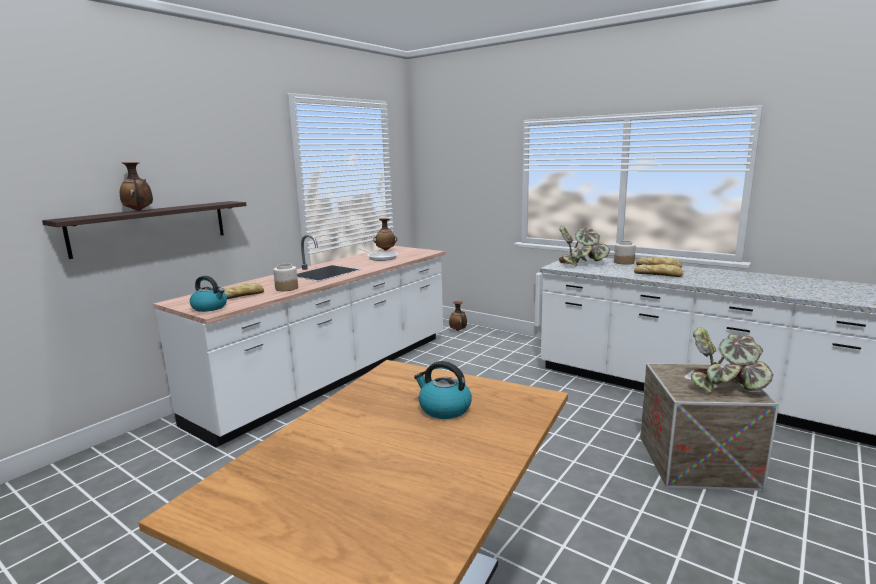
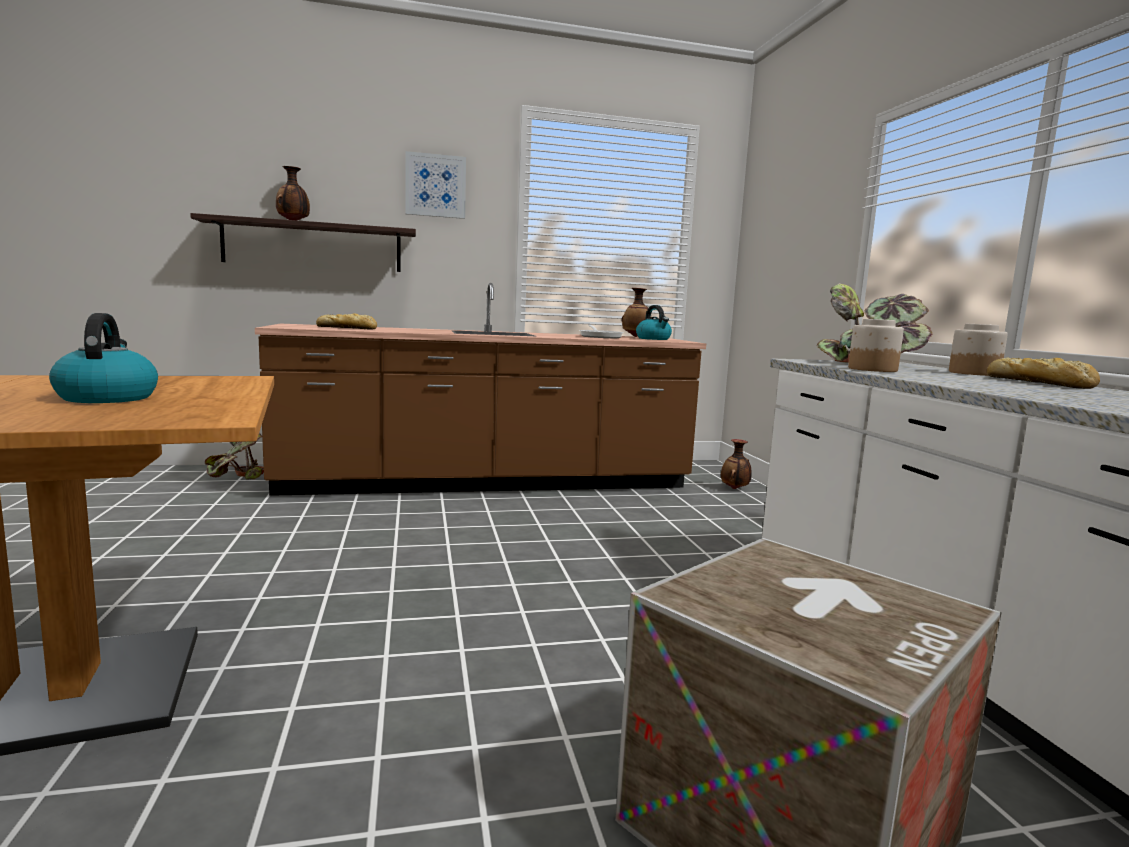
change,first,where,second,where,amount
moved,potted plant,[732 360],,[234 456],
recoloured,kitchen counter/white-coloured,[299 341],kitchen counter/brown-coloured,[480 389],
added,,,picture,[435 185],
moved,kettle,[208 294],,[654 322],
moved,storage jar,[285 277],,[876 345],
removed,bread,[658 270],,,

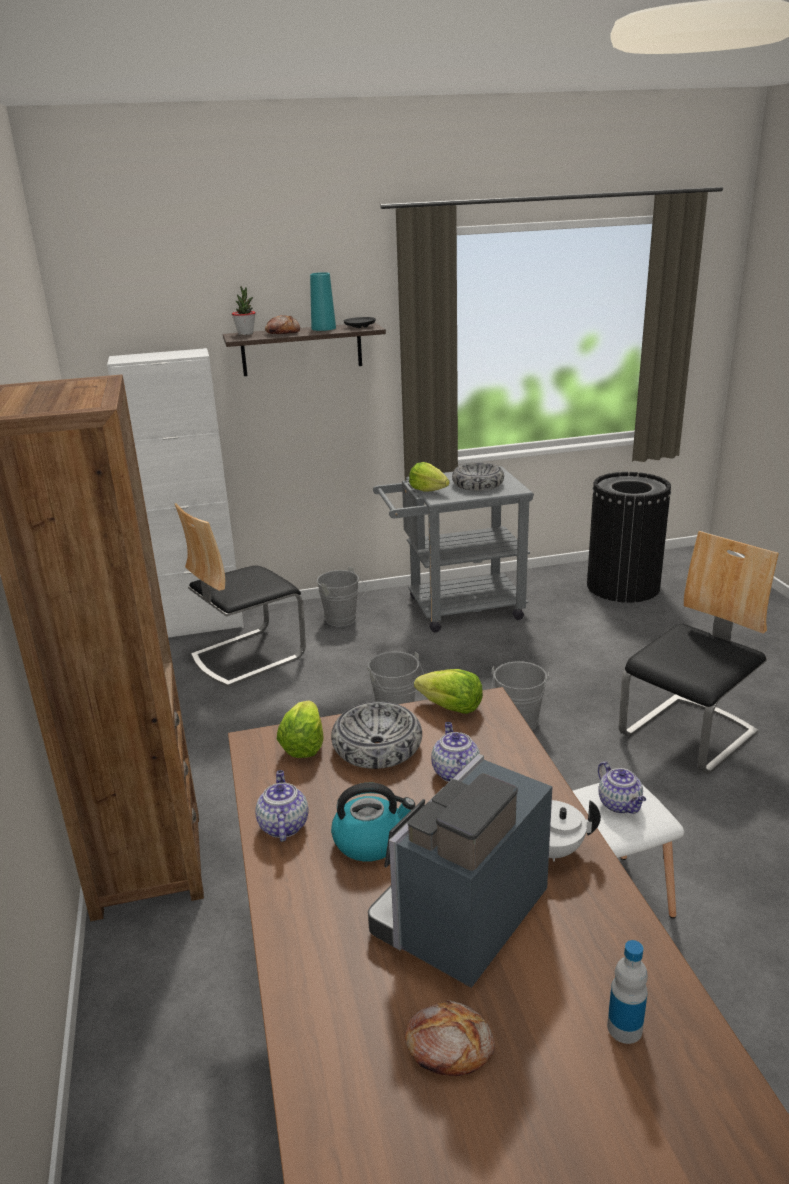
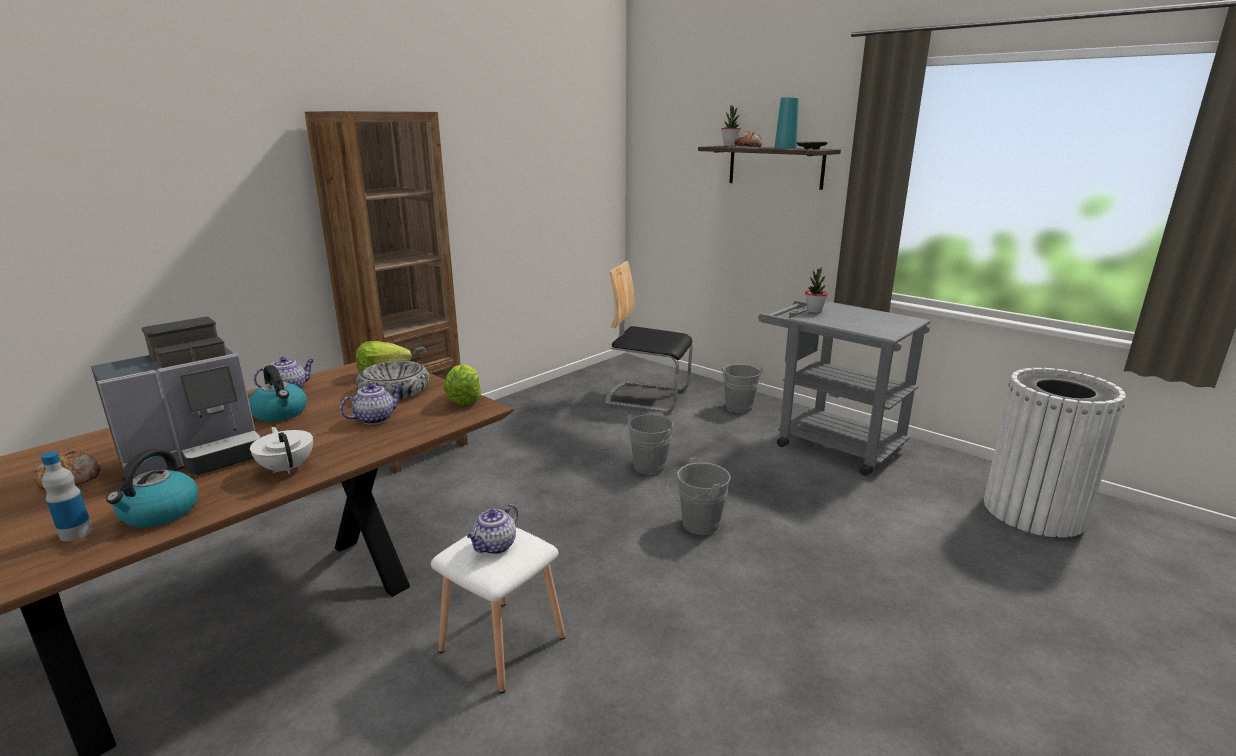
change,first,where,second,where,amount
turned,coffee brewer,[460 871],,[176 397],135 degrees clockwise
added,,,kettle,[152 488],
replaced,lettuce head,[429 476],potted plant,[816 290],
recoloured,waste bin/black,[629 537],waste bin/white-coloured,[1055 453],
removed,cabinet/white-coloured,[175 493],,,
removed,deep dish,[478 476],,,
removed,plain chair,[699 652],,,

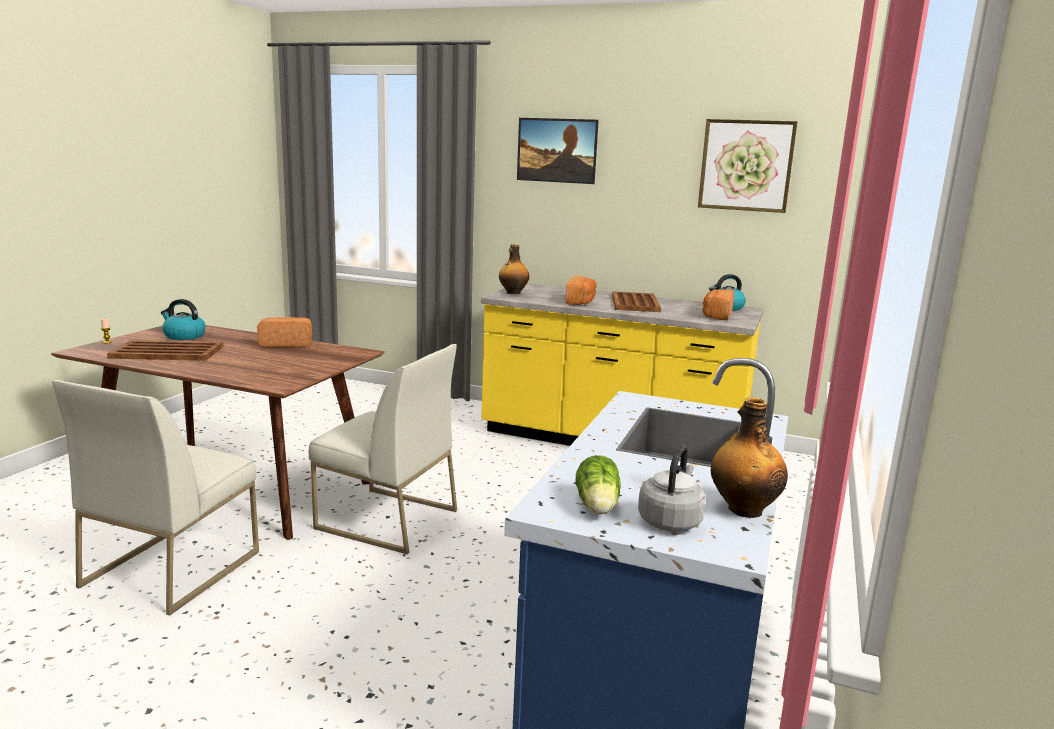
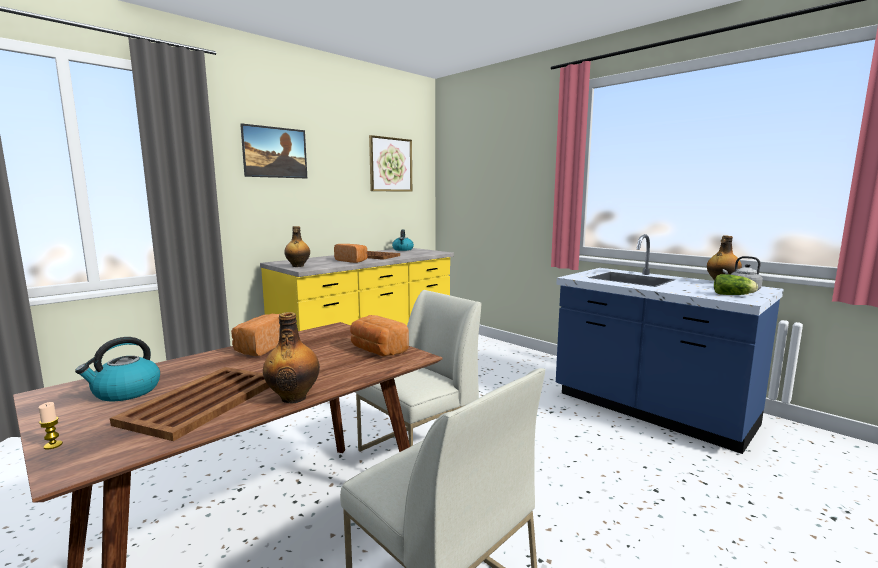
change,first,where,second,where,amount
added,,,bottle,[291 358],
moved,bread,[718 304],,[379 335],

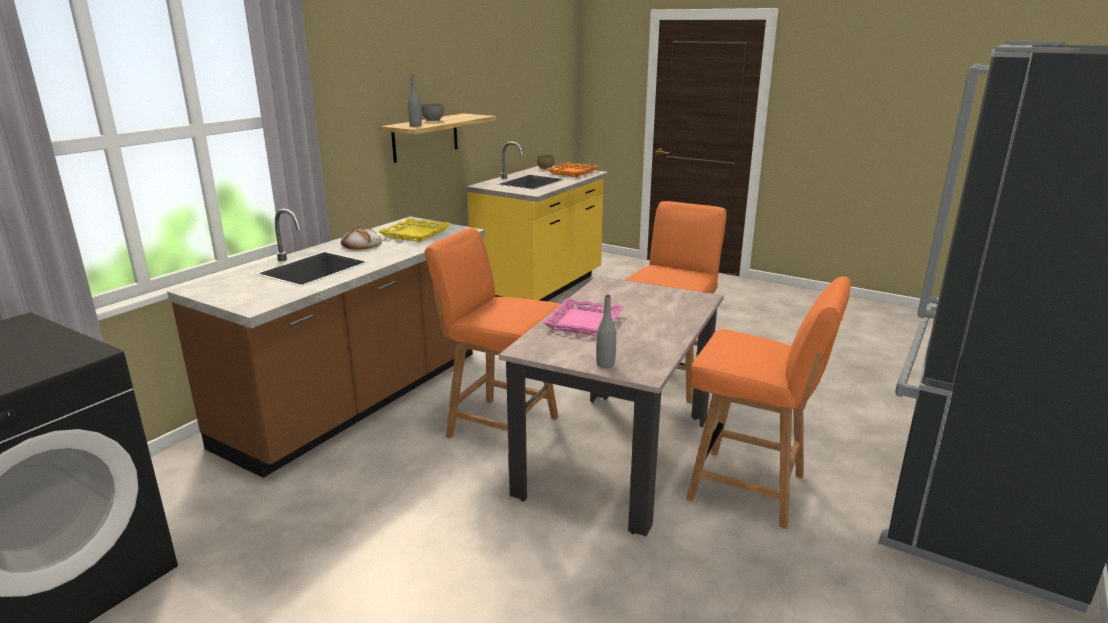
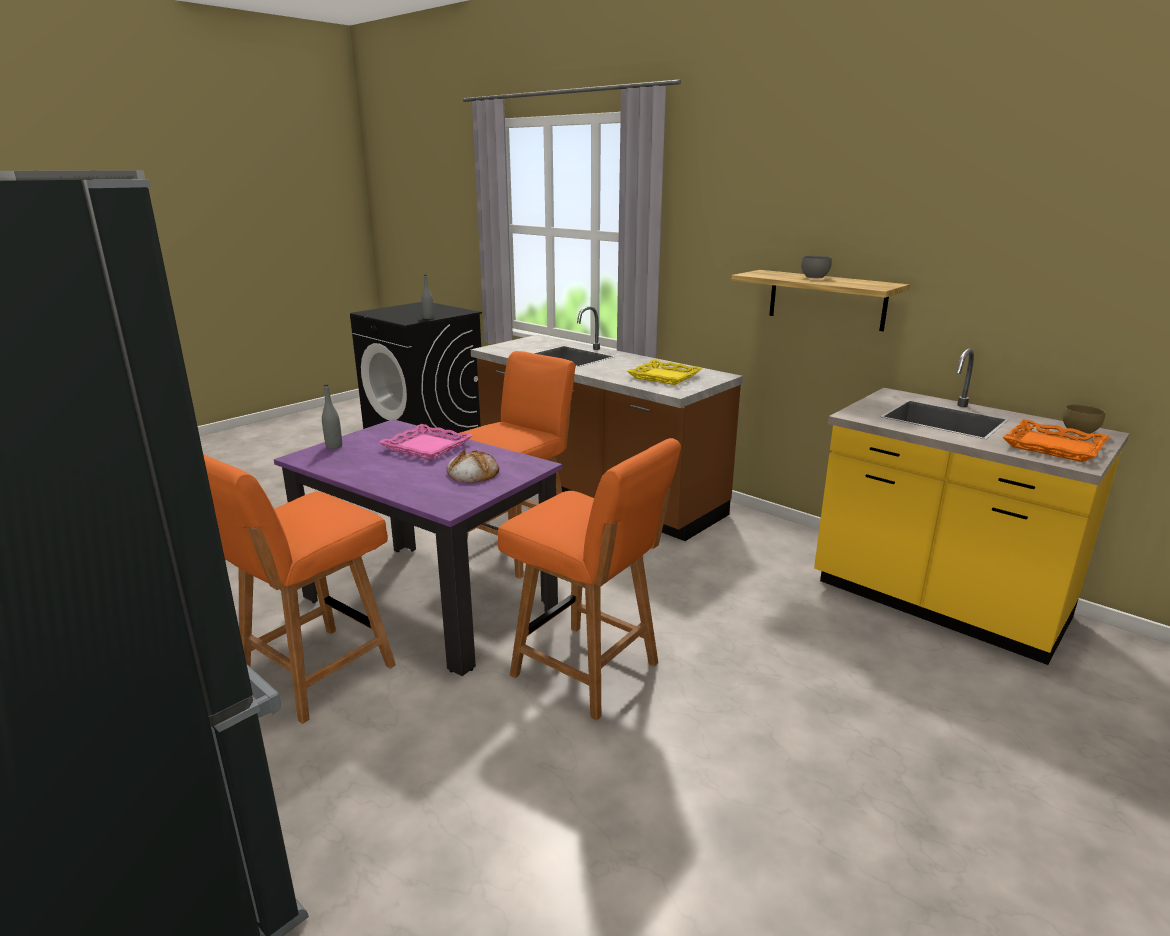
change,first,where,second,where,amount
recoloured,dining table/beige,[611 406],dining table/purple-coloured,[418 547],
moved,bottle/grey,[415 101],,[428 296],
moved,bread,[361 238],,[473 466],

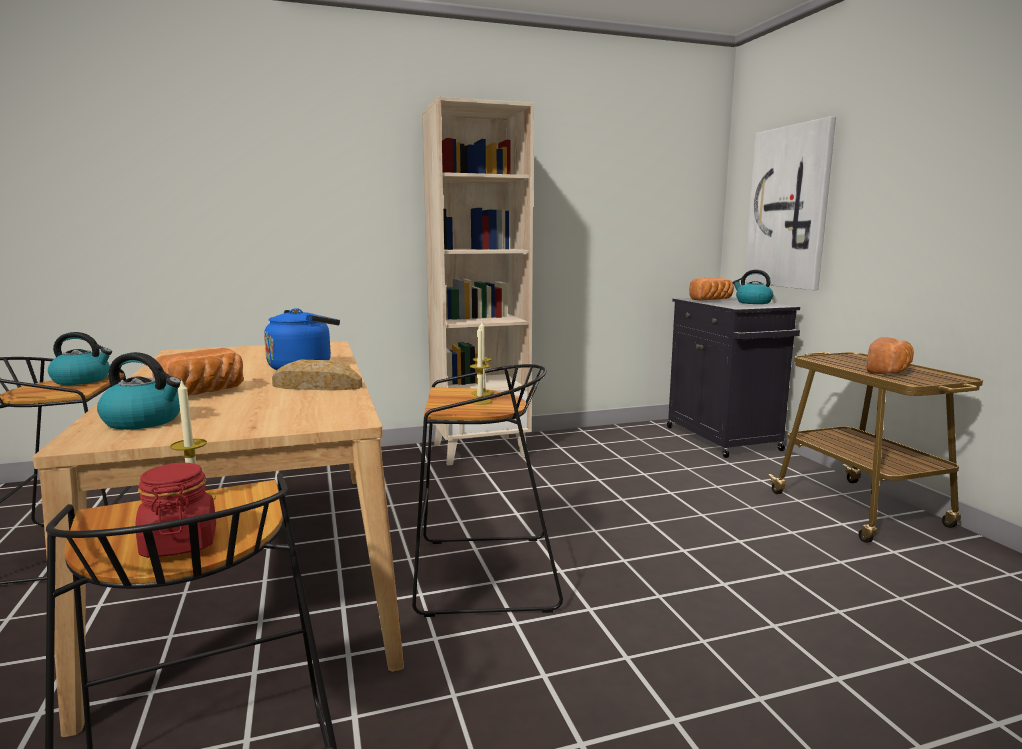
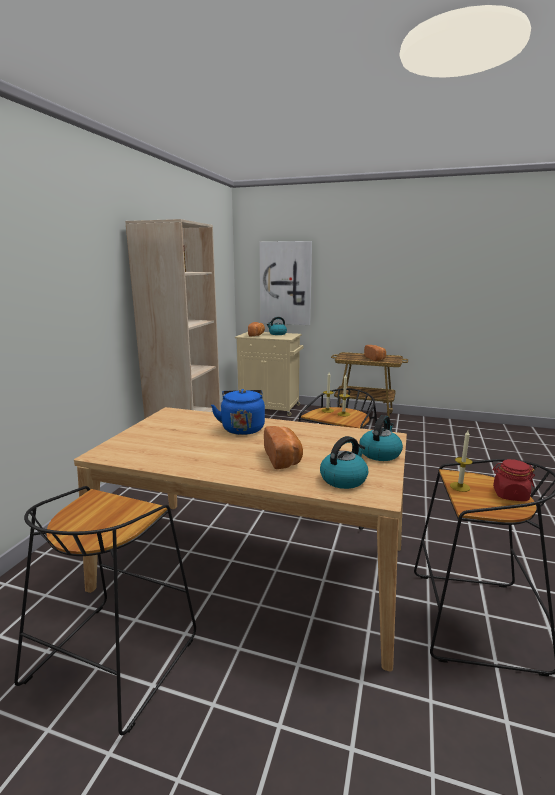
change,first,where,second,where,amount
recoloured,cabinet/black,[733 377],cabinet/beige,[269 374],
moved,kettle,[80 358],,[381 438],
removed,bread,[317 375],,,

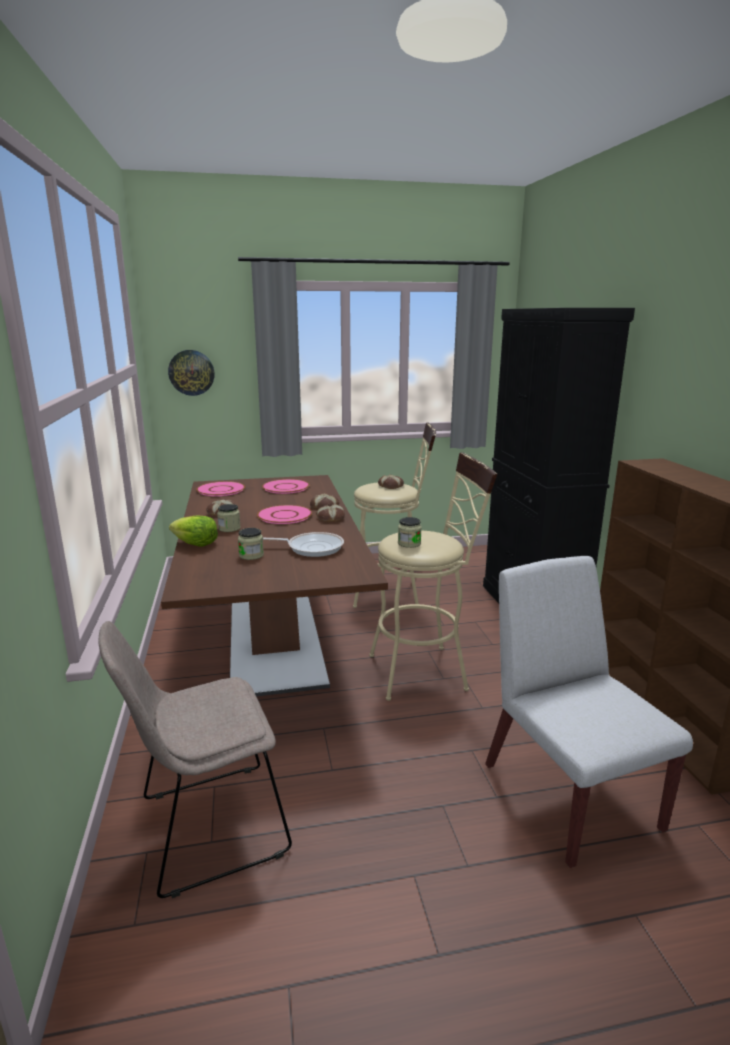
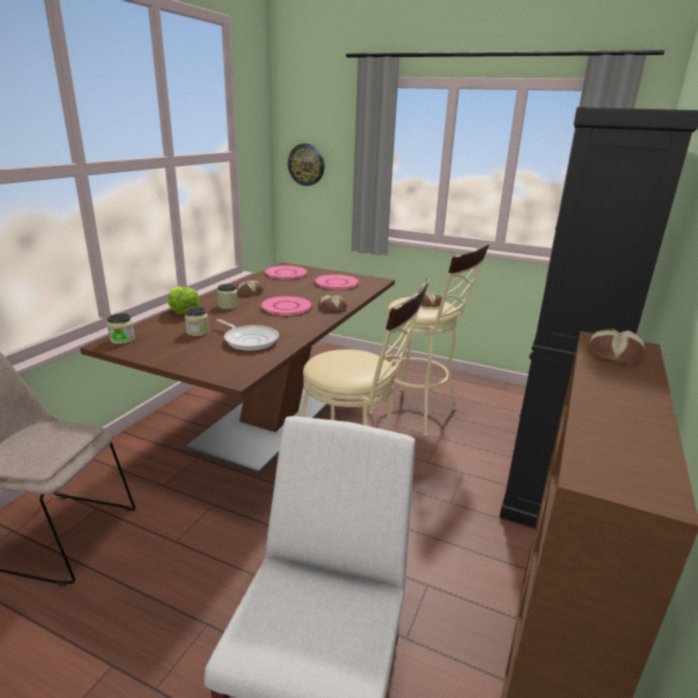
change,first,where,second,where,amount
moved,storage jar,[410 532],,[121 328],
moved,bread,[330 513],,[616 346],

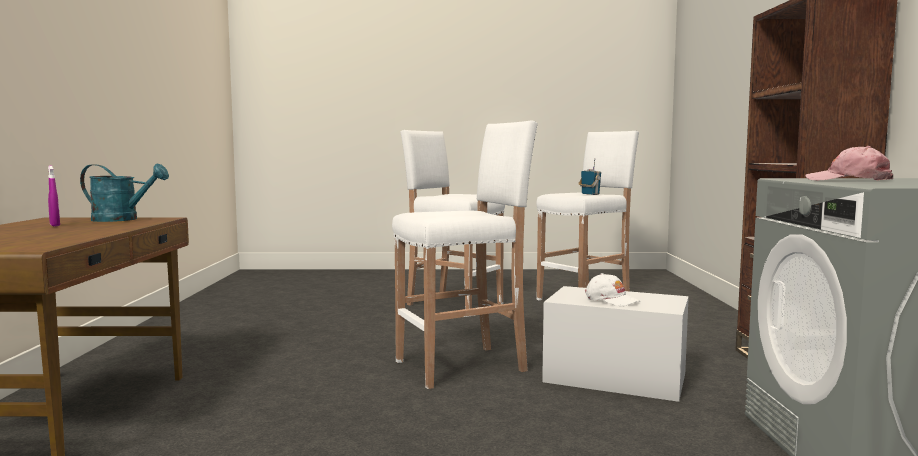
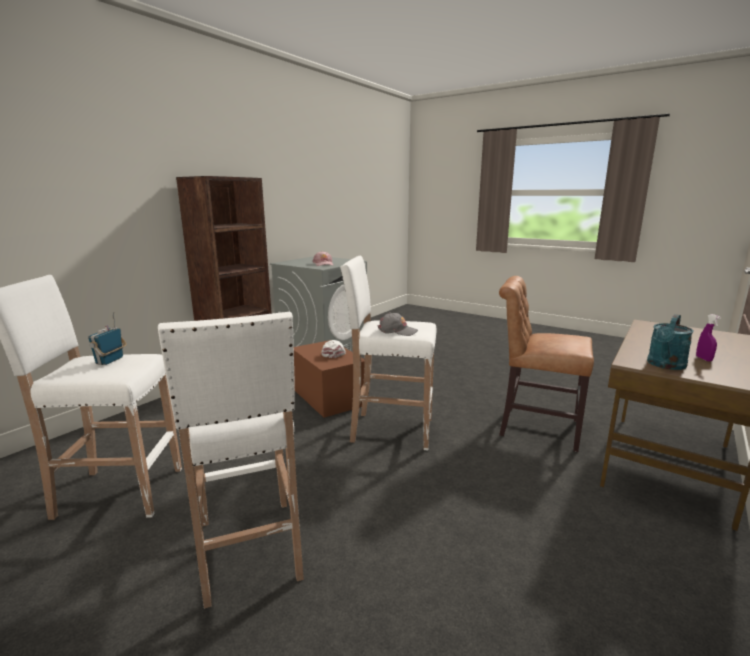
change,first,where,second,where,amount
recoloured,storage box/white-coloured,[615 344],storage box/brown-coloured,[329 379],
added,,,baseball cap/grey,[398 324],
added,,,plain chair/brown-coloured,[546 364],
turned,watering can/turquoise-coloured,[124 193],,[670 342],90 degrees counterclockwise

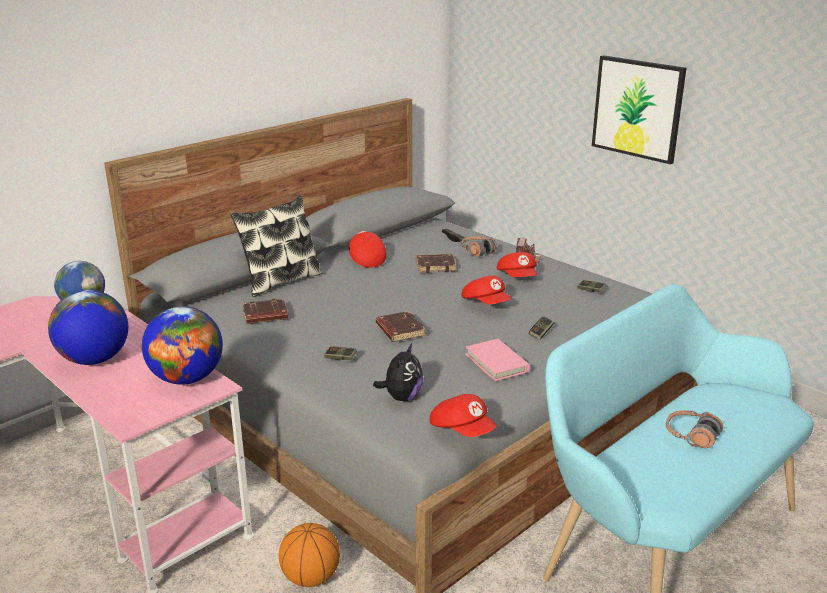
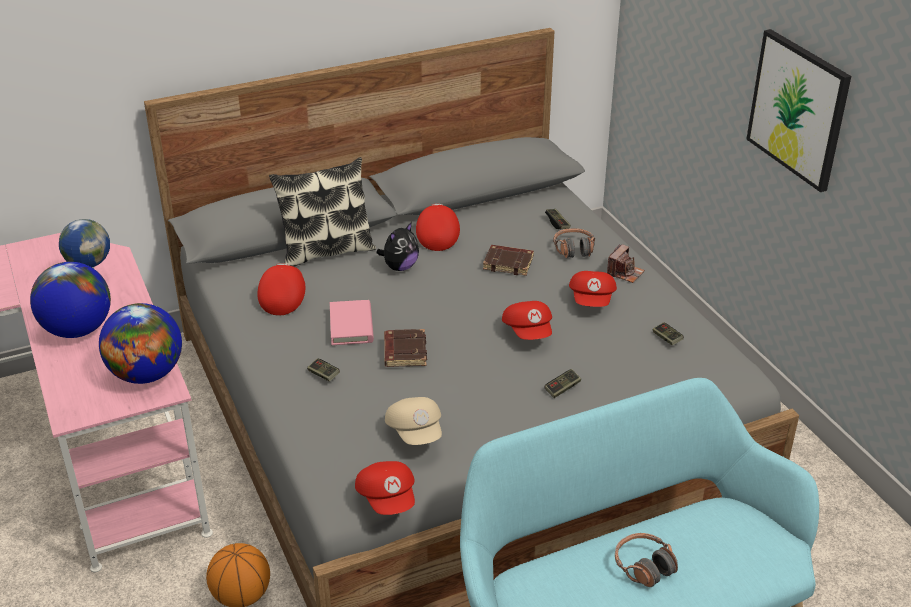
change,first,where,second,where,amount
replaced,volume/brown-coloured,[265 311],baseball cap/red,[281 289],
moved,volume/pinkish,[497 360],,[352 322],
moved,soft toy,[398 372],,[397 246],
added,,,baseball cap/beige,[413 421],

